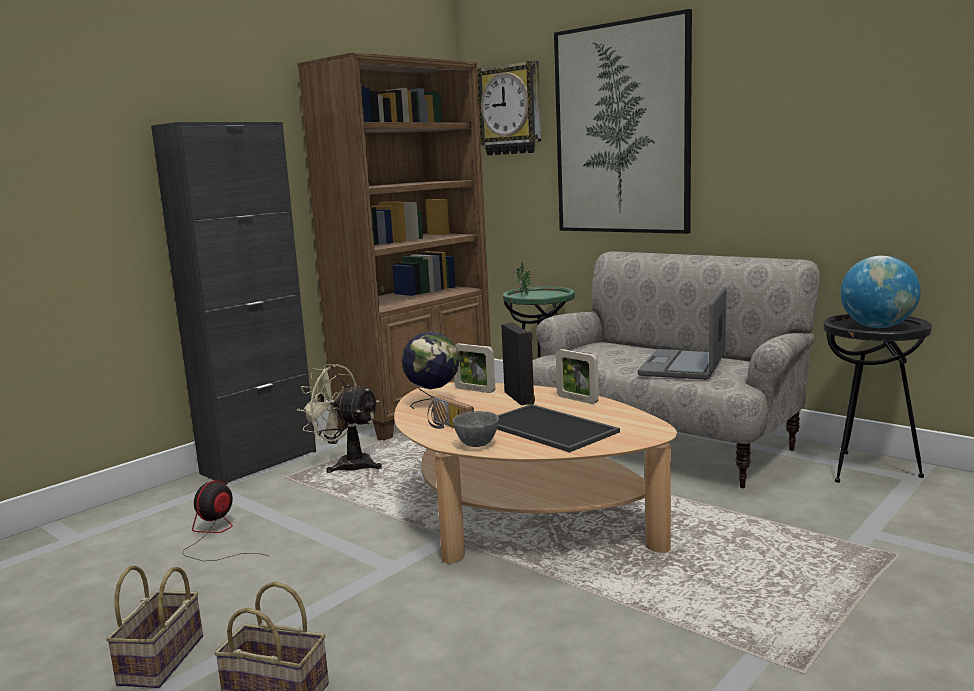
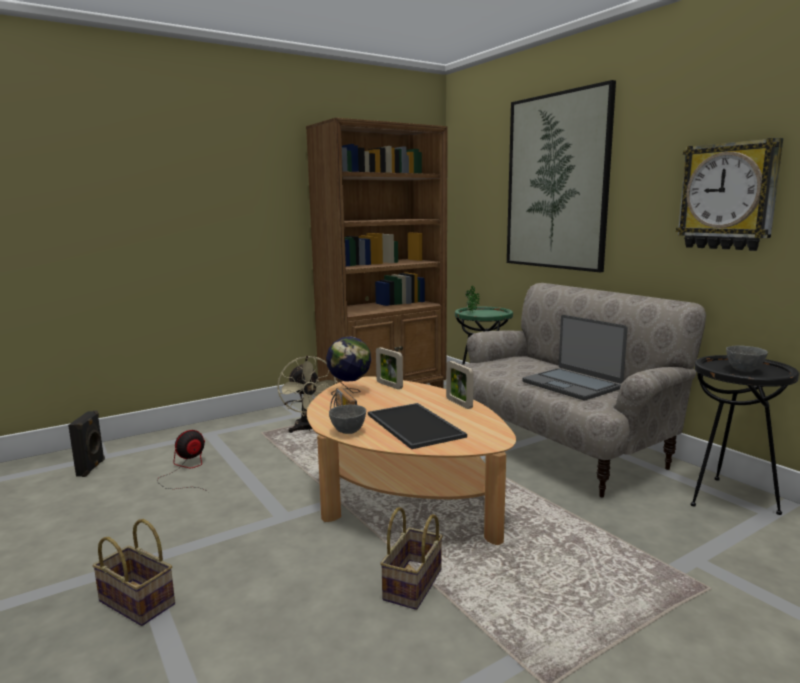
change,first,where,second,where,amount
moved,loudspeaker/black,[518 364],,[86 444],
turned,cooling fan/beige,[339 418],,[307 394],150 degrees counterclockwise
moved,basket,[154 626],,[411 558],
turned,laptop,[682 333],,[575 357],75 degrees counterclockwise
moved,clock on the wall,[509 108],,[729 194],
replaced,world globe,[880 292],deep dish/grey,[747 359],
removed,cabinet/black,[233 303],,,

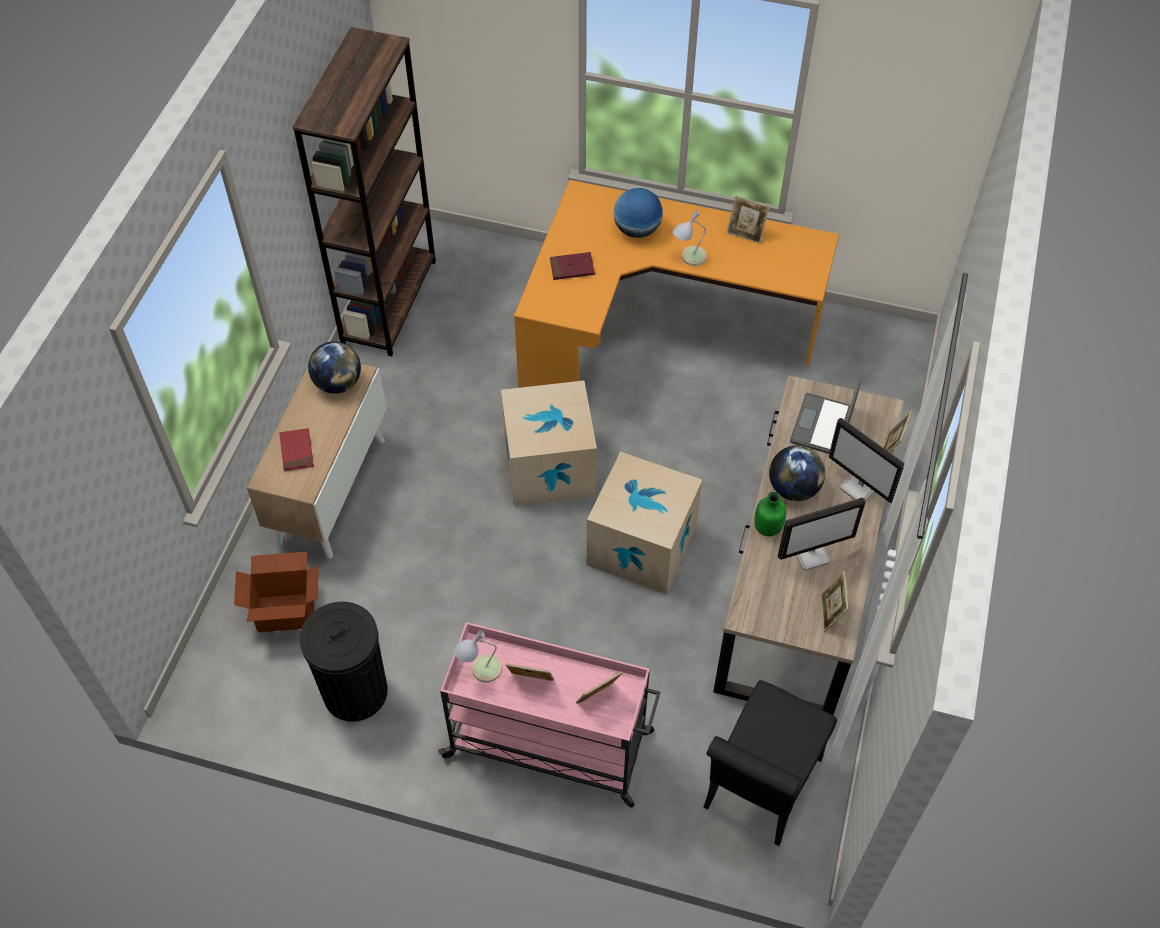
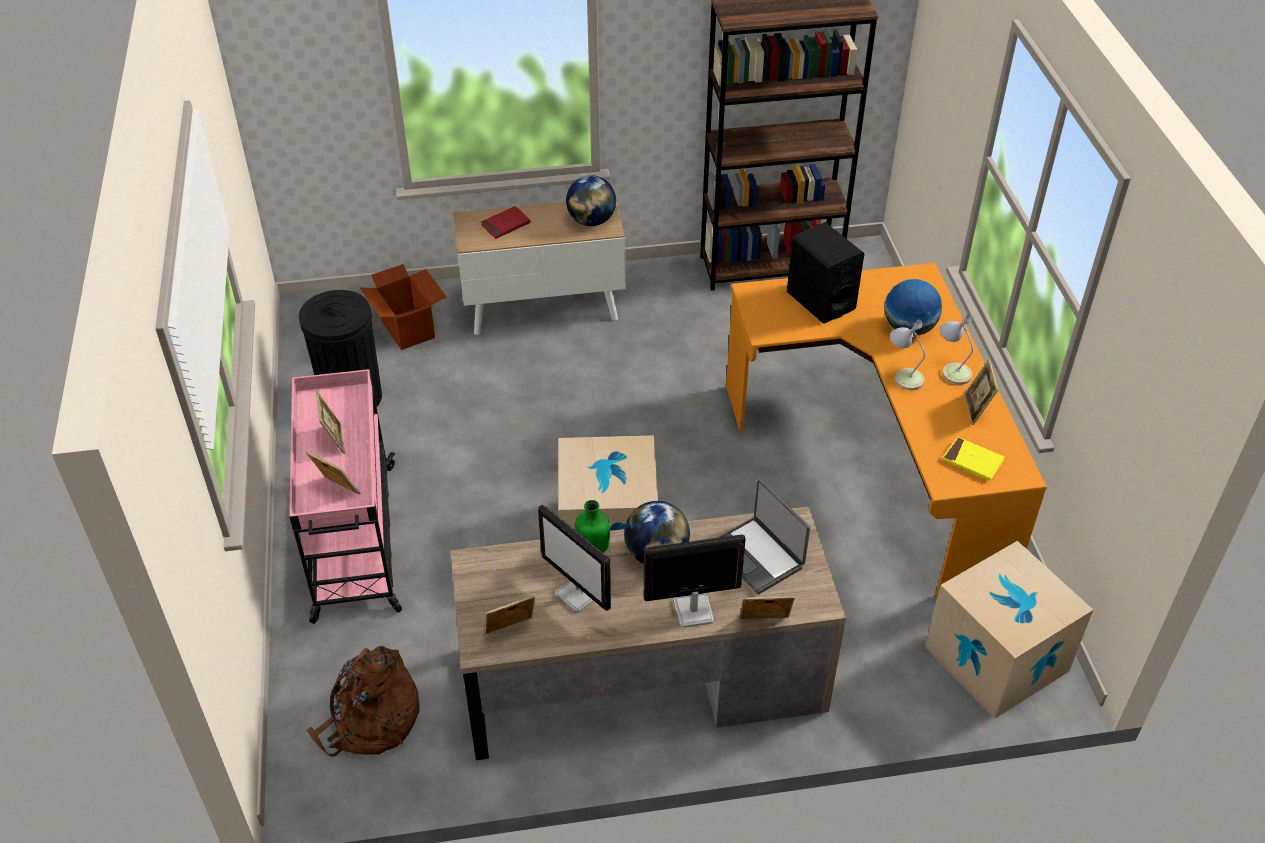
change,first,where,second,where,amount
replaced,plain chair/black,[770 763],backpack/brown-coloured,[363 701],
turned,monitor,[867 460],,[694 581],60 degrees clockwise
turned,laptop,[826 415],,[763 536],120 degrees counterclockwise
replaced,volume/red,[572 266],loudspeaker/black,[825 273],
moved,carton,[549 443],,[1009 630],
moved,table lamp,[478 656],,[956 349],
added,,,volume/yellow,[973 459],

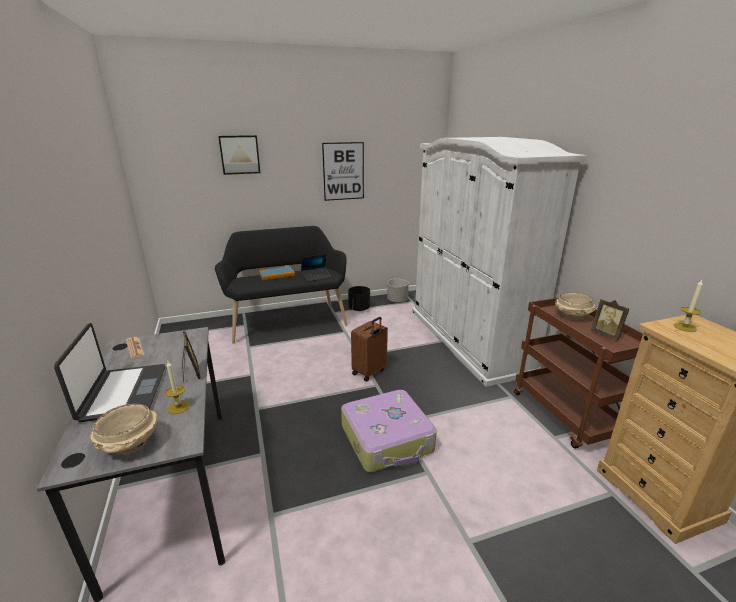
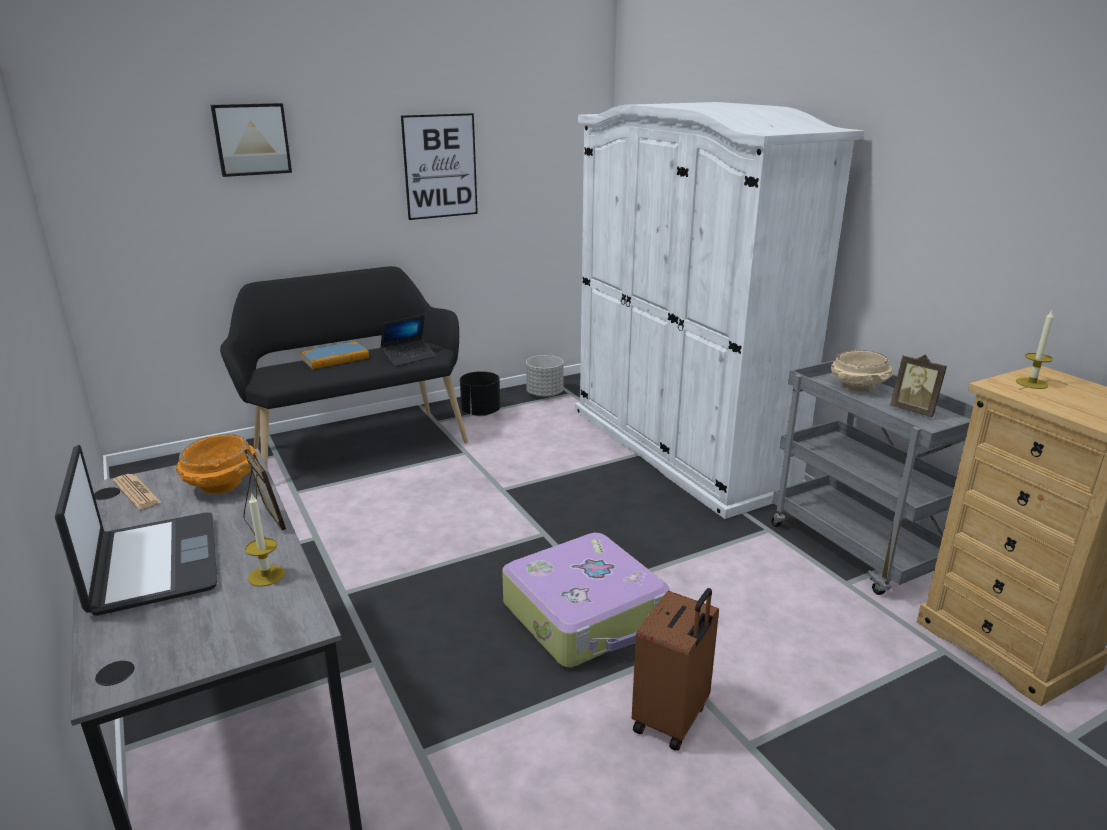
change,first,where,second,where,amount
added,,,deep dish/orange-coloured,[216 464],
moved,suitcase/brown-coloured,[369 349],,[675 669],
recoloured,trolley/brown-coloured,[578 373],trolley/grey,[872 477],
removed,deep dish/beige,[124 429],,,

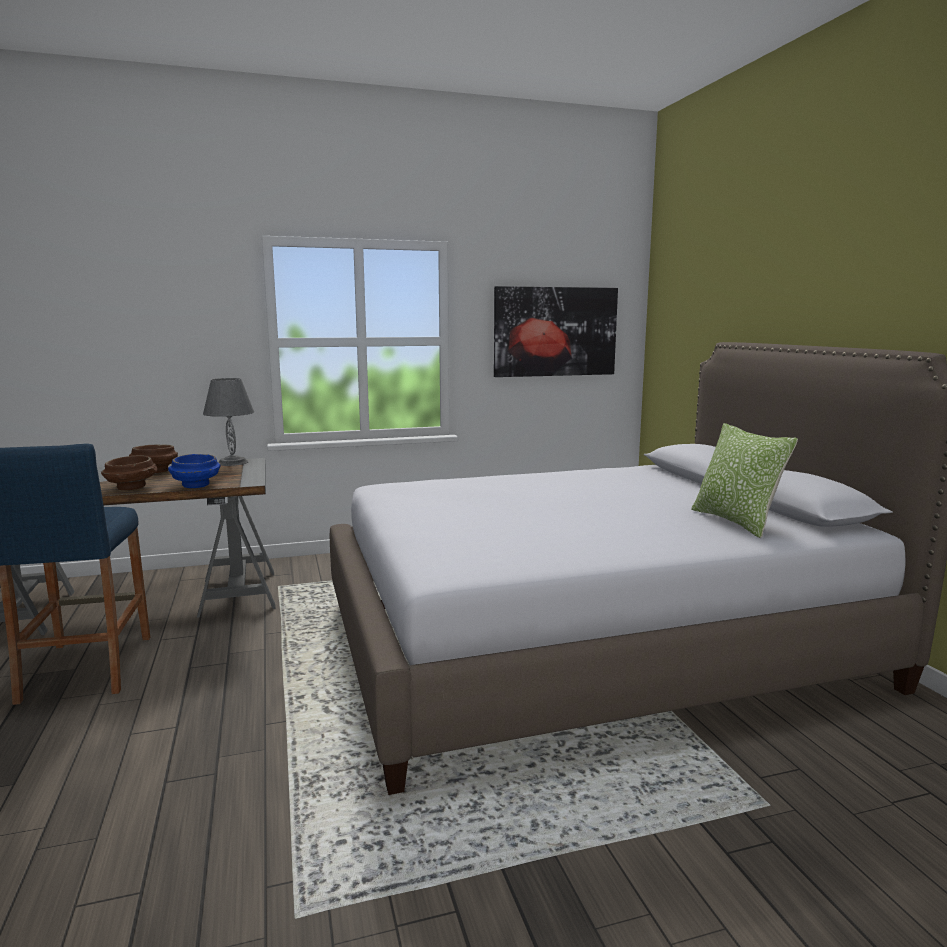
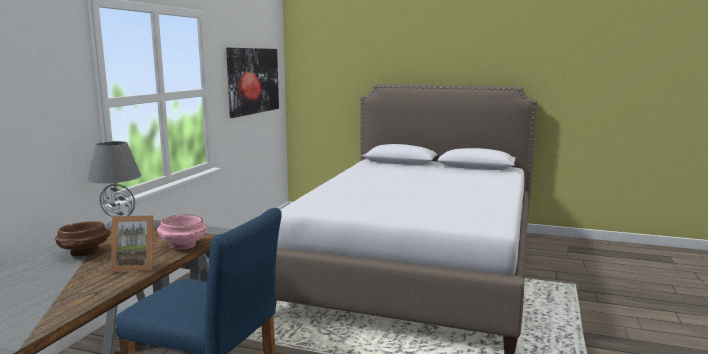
change,first,where,second,where,amount
replaced,deep dish/brown-coloured,[129 473],photo frame,[132 244],
recoloured,deep dish/bluish,[194 471],deep dish/pinkish,[182 232],
removed,pillow,[744 480],,,

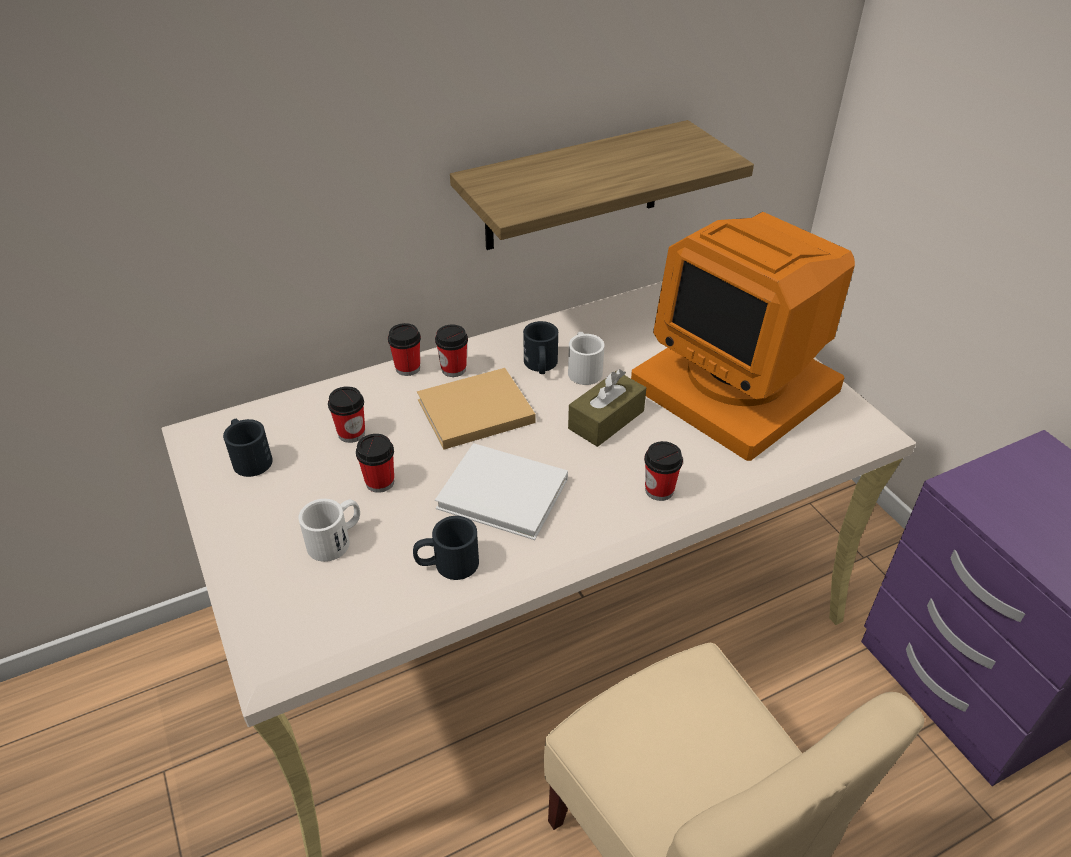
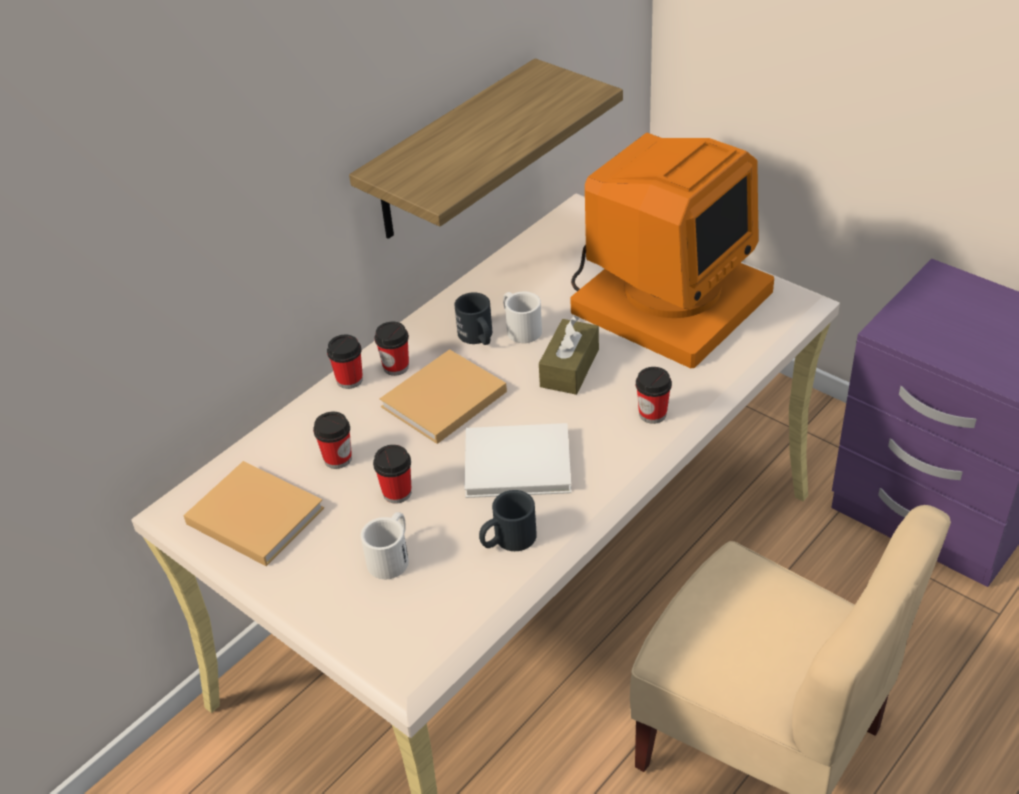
change,first,where,second,where,amount
replaced,coffee mug/black,[248 448],volume/beige,[253 513],
turned,monitor,[743 336],,[672 250],75 degrees counterclockwise

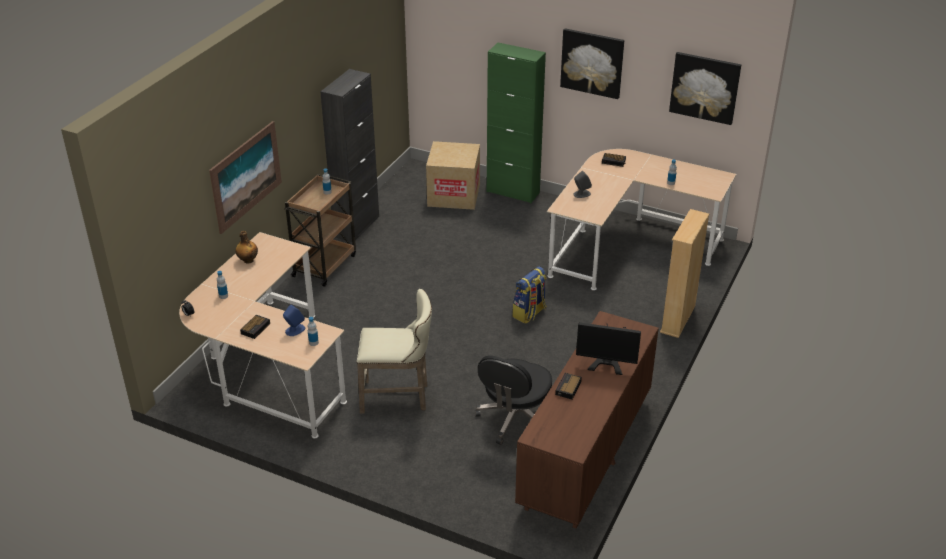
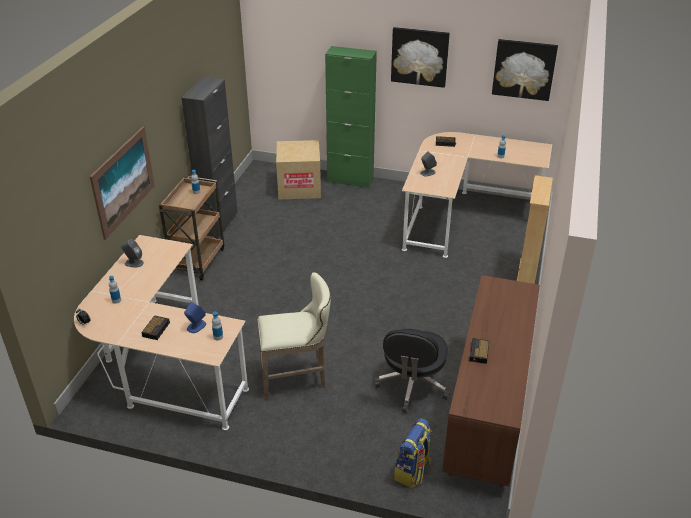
change,first,where,second,where,amount
replaced,bottle,[246 247],loudspeaker/grey,[132 253],
moved,backpack,[529 295],,[413 453],
removed,monitor,[608 349],,,

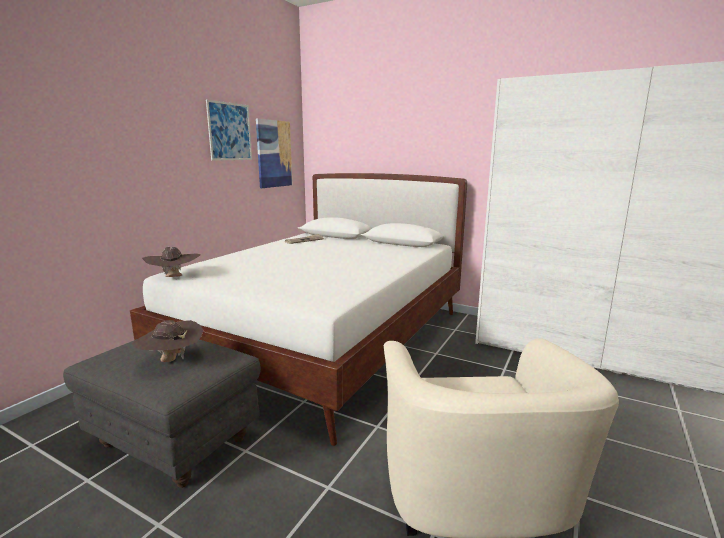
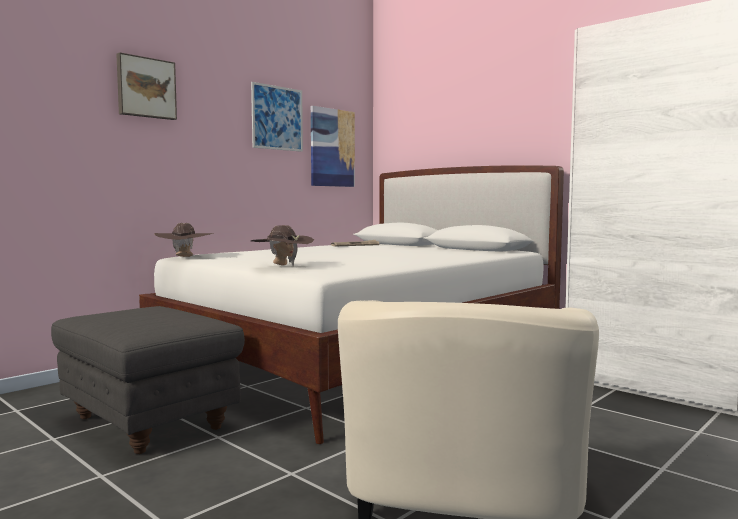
change,first,where,second,where,amount
added,,,picture,[146 86],
moved,hat/brown-coloured,[167 341],,[282 245],

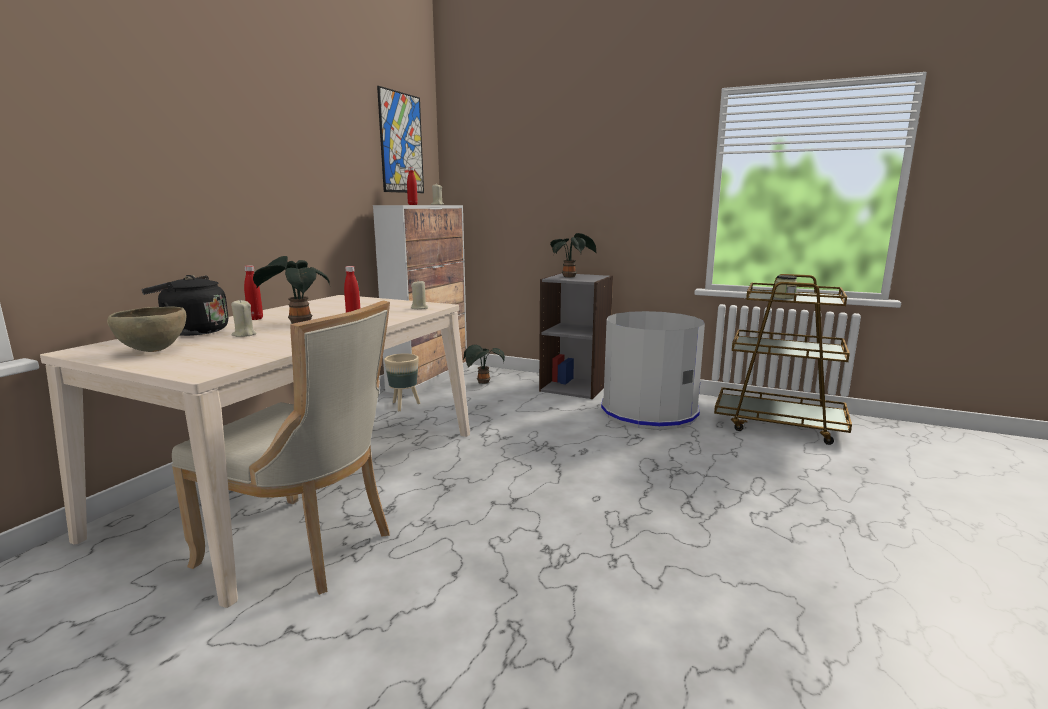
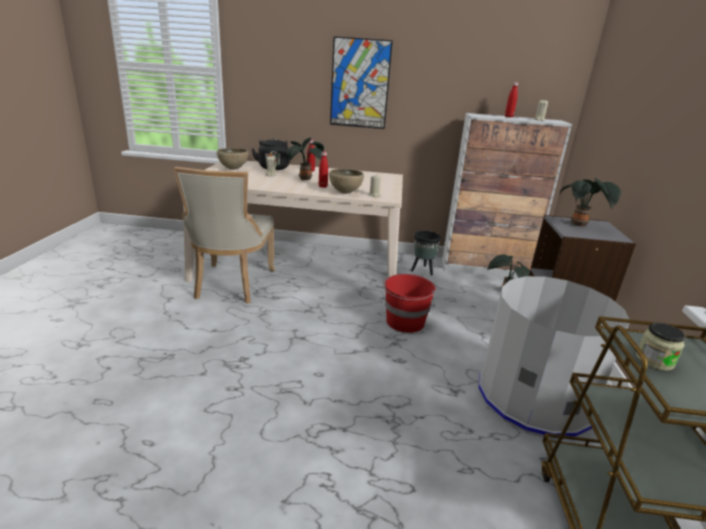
change,first,where,second,where,amount
added,,,deep dish/brown-coloured,[346 181],
moved,picture,[400 139],,[361 82],
added,,,pail/red,[409 303],
recoloured,plant pot/beige,[402 382],plant pot/black,[426 253],

